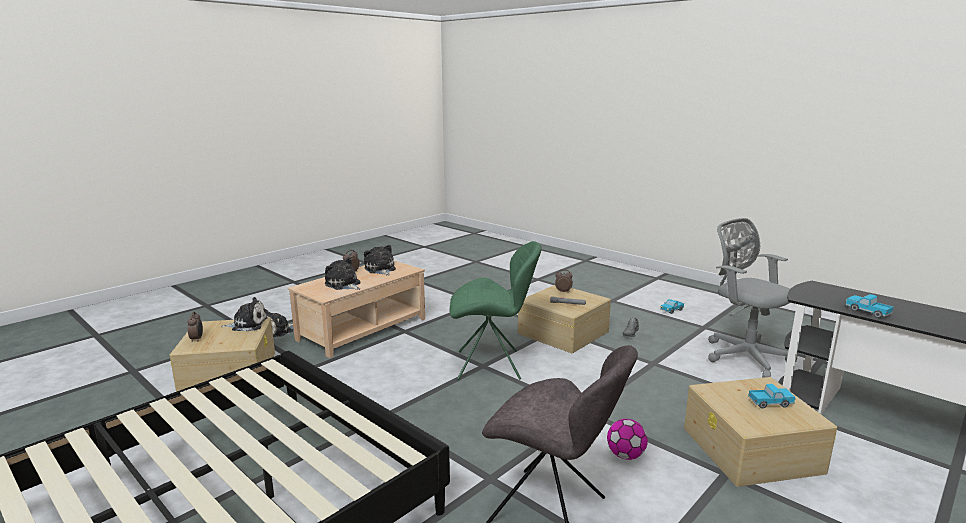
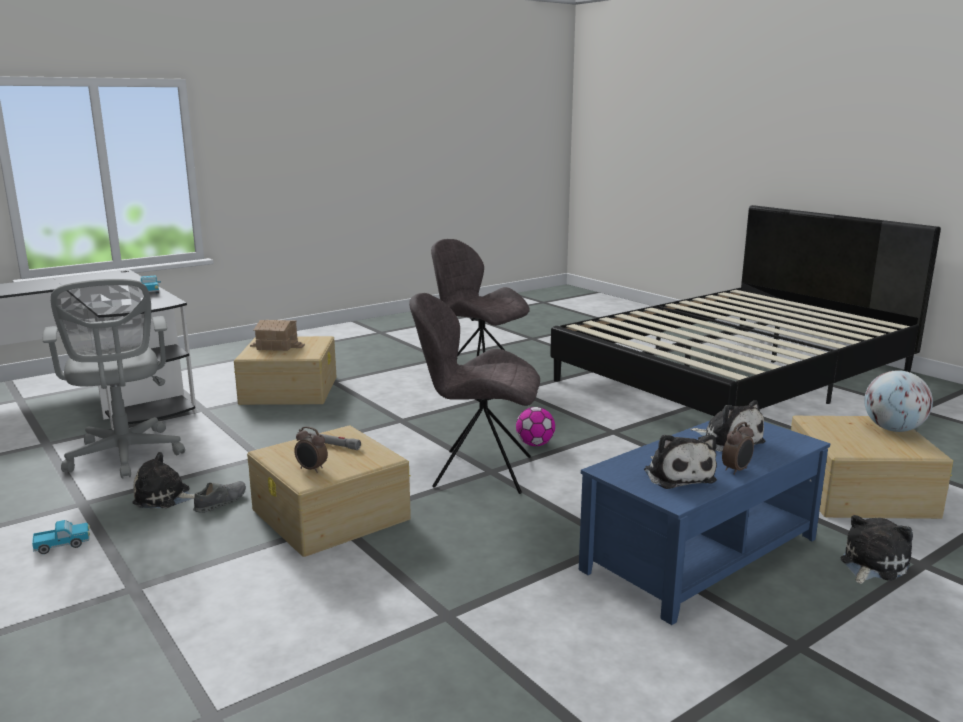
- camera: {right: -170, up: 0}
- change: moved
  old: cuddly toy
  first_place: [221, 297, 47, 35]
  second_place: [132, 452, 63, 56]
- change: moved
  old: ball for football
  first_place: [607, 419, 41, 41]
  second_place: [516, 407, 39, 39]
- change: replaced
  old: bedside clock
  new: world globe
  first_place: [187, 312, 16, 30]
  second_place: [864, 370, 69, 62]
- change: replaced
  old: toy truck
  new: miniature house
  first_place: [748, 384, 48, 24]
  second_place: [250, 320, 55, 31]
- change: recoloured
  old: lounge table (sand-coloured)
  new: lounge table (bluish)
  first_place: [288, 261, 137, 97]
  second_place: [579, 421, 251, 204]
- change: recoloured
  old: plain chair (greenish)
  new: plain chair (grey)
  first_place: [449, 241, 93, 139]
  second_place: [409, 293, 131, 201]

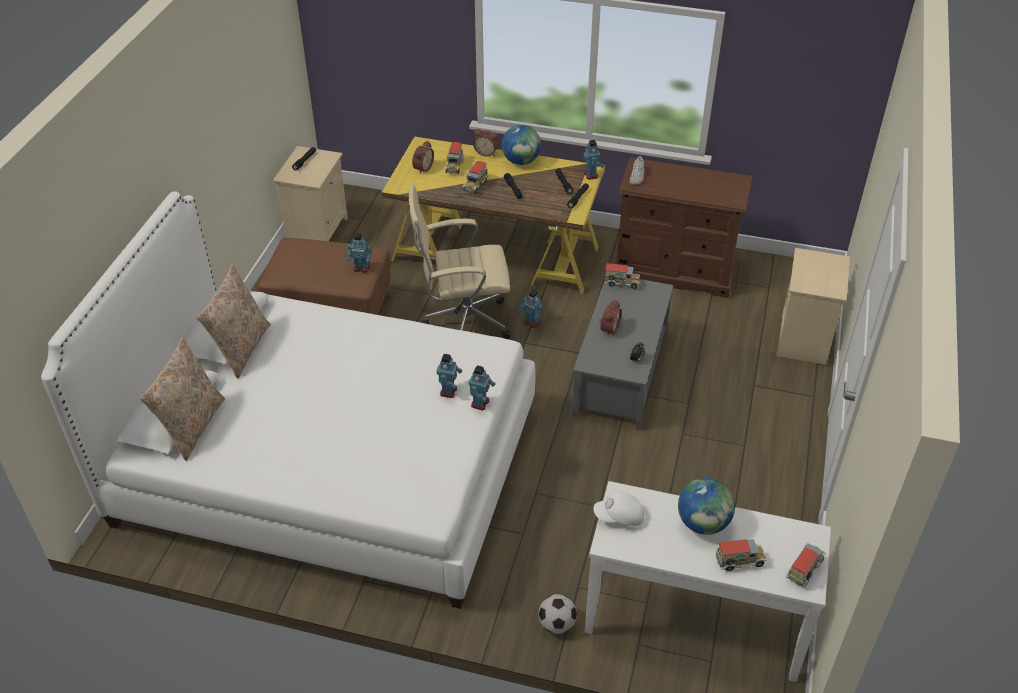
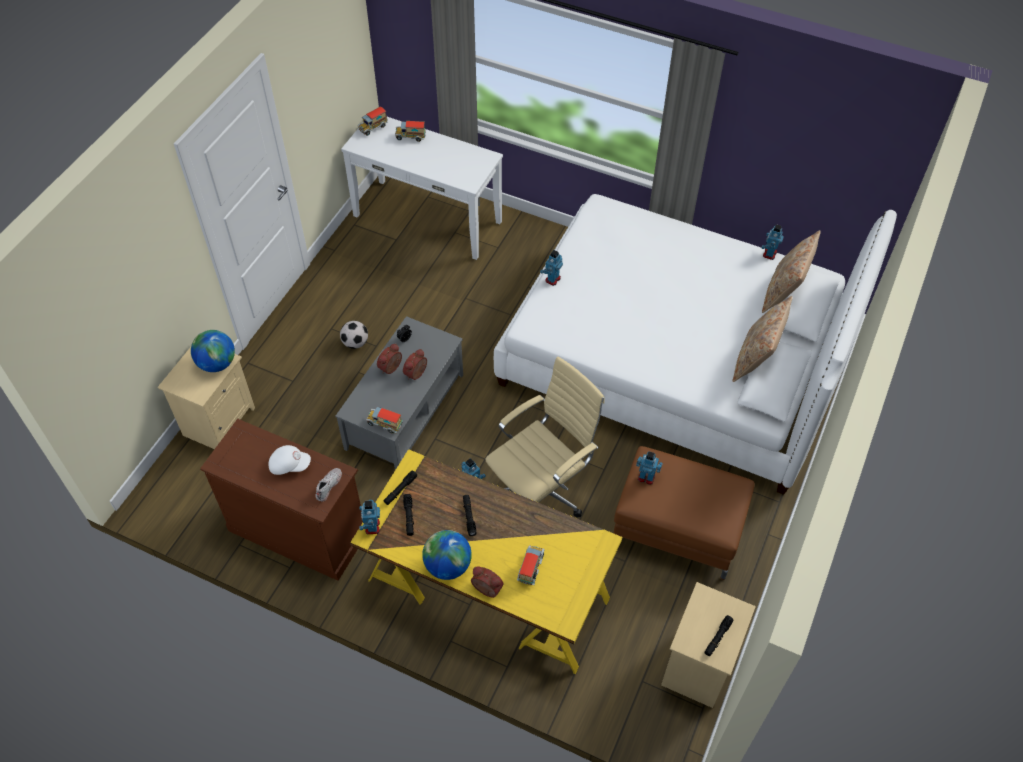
- camera: {right: -170, up: 10}
- change: removed
  old: toy truck
  first_place: [463, 161, 26, 33]
- change: moved
  old: bedside clock
  first_place: [412, 141, 22, 33]
  second_place: [377, 344, 25, 30]
- change: moved
  old: model robot
  first_place: [436, 354, 26, 44]
  second_place: [761, 224, 23, 36]
- change: moved
  old: ball for football
  first_place: [538, 594, 39, 40]
  second_place: [340, 321, 28, 28]
- change: moved
  old: baseball cap (whitish)
  first_place: [593, 492, 51, 34]
  second_place: [269, 445, 42, 30]
- change: moved
  old: world globe
  first_place: [678, 478, 57, 57]
  second_place: [191, 330, 44, 42]
- change: turned
  old: computer chair (sand-coloured)
  first_place: [409, 183, 102, 156]
  second_place: [485, 357, 120, 160]
  degrees: -45

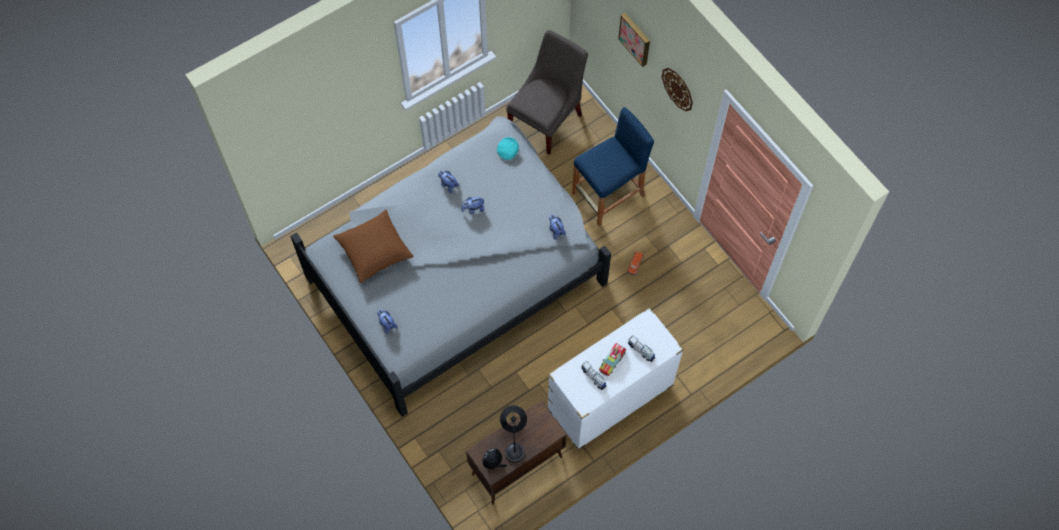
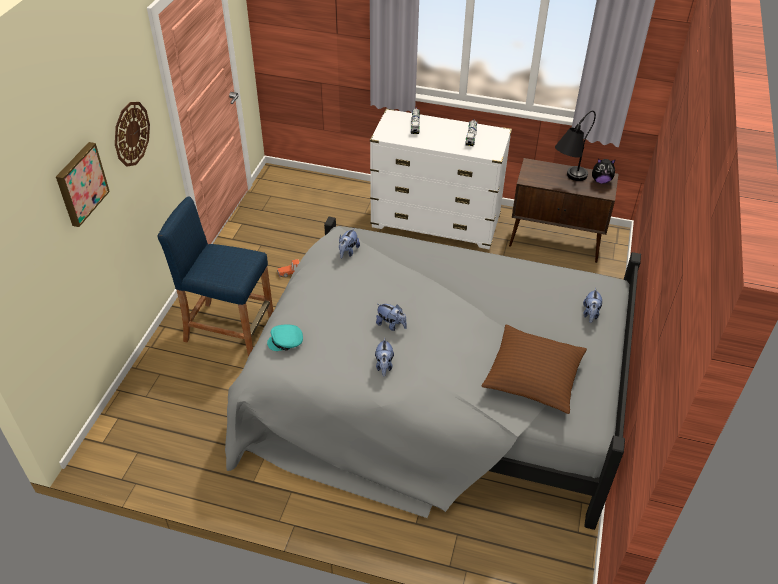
- camera: {right: -130, up: -20}
- change: removed
  old: plain chair (grey)
  first_place: [506, 30, 82, 125]
- change: removed
  old: toy truck
  first_place: [599, 343, 27, 34]

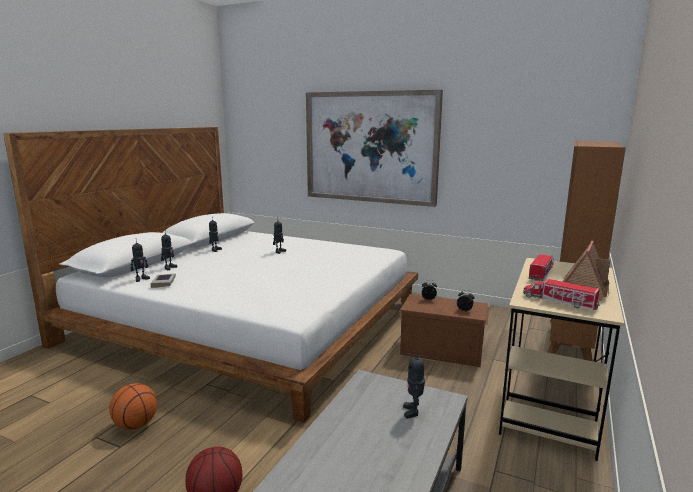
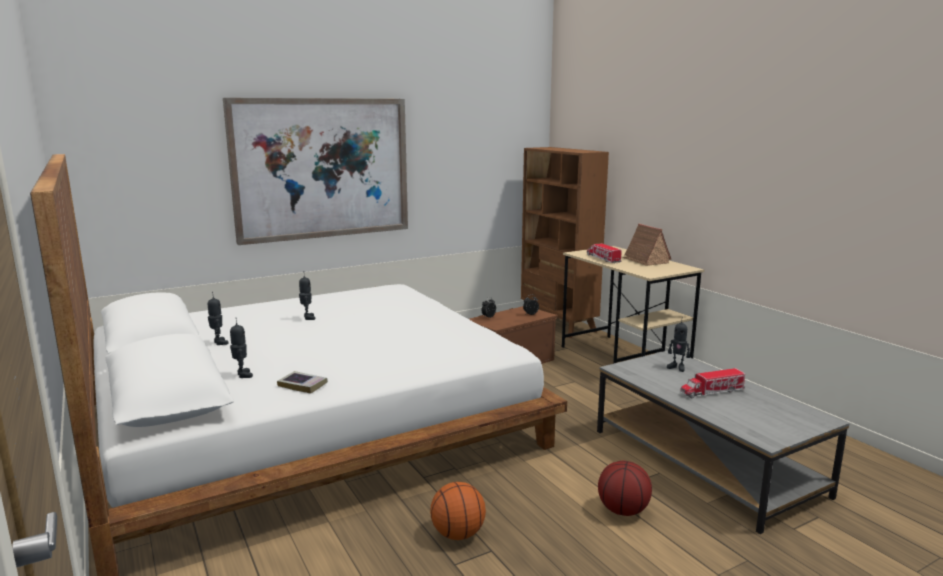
- camera: {right: -55, up: 0}
- change: removed
  old: model robot
  first_place: [131, 238, 19, 44]
- change: moved
  old: toy truck
  first_place: [523, 278, 77, 32]
  second_place: [680, 368, 65, 30]

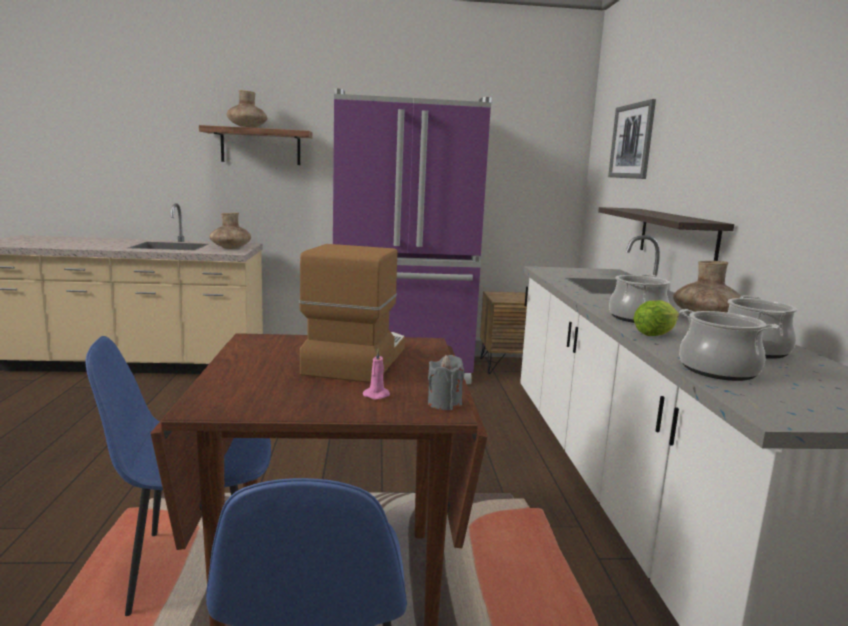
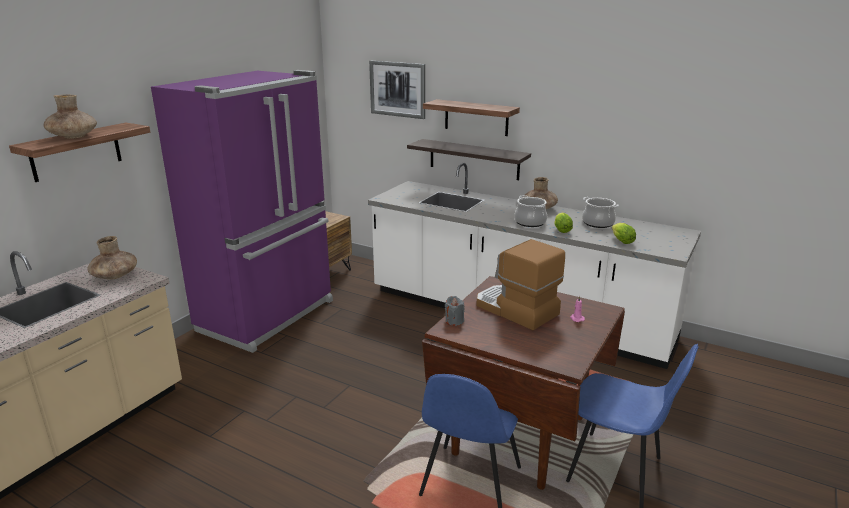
- camera: {right: -55, up: 10}
- change: added
  new: wall shelf
  second_place: [423, 99, 97, 37]
- change: moved
  old: candle (grey)
  first_place: [428, 355, 36, 55]
  second_place: [445, 296, 20, 30]
- change: replaced
  old: saucepot
  new: lettuce
  first_place: [679, 309, 100, 72]
  second_place: [612, 223, 24, 21]

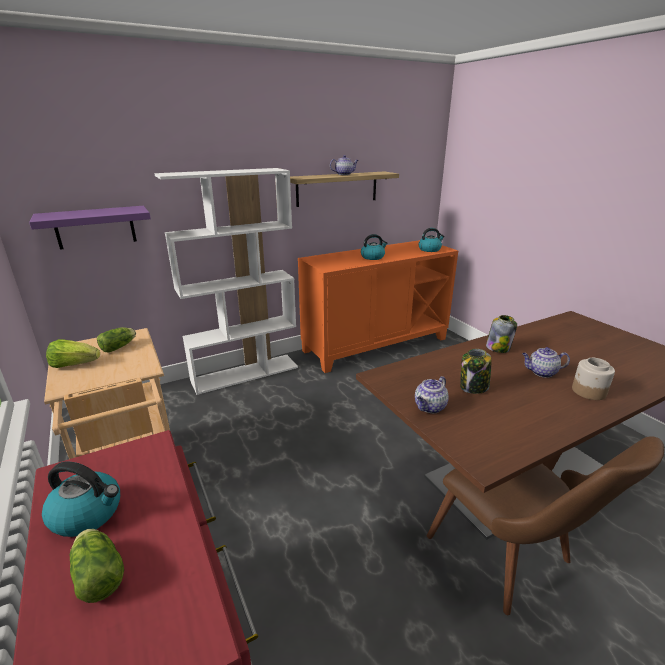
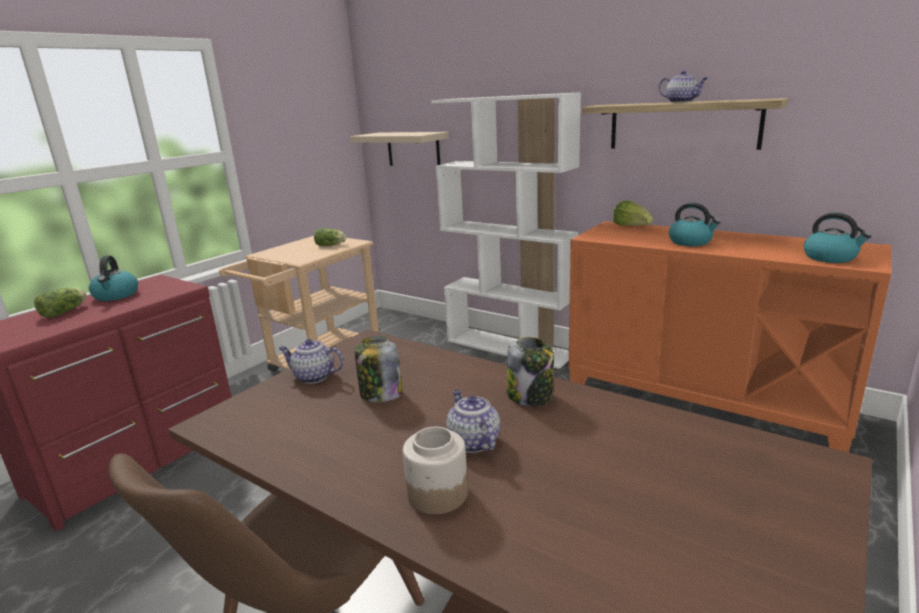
- camera: {right: 65, up: -5}
- change: moved
  old: lettuce
  first_place: [46, 339, 54, 29]
  second_place: [613, 201, 40, 25]
- change: recoloured
  old: wall shelf (purplish)
  new: wall shelf (sand-coloured)
  first_place: [29, 206, 122, 44]
  second_place: [350, 132, 99, 34]

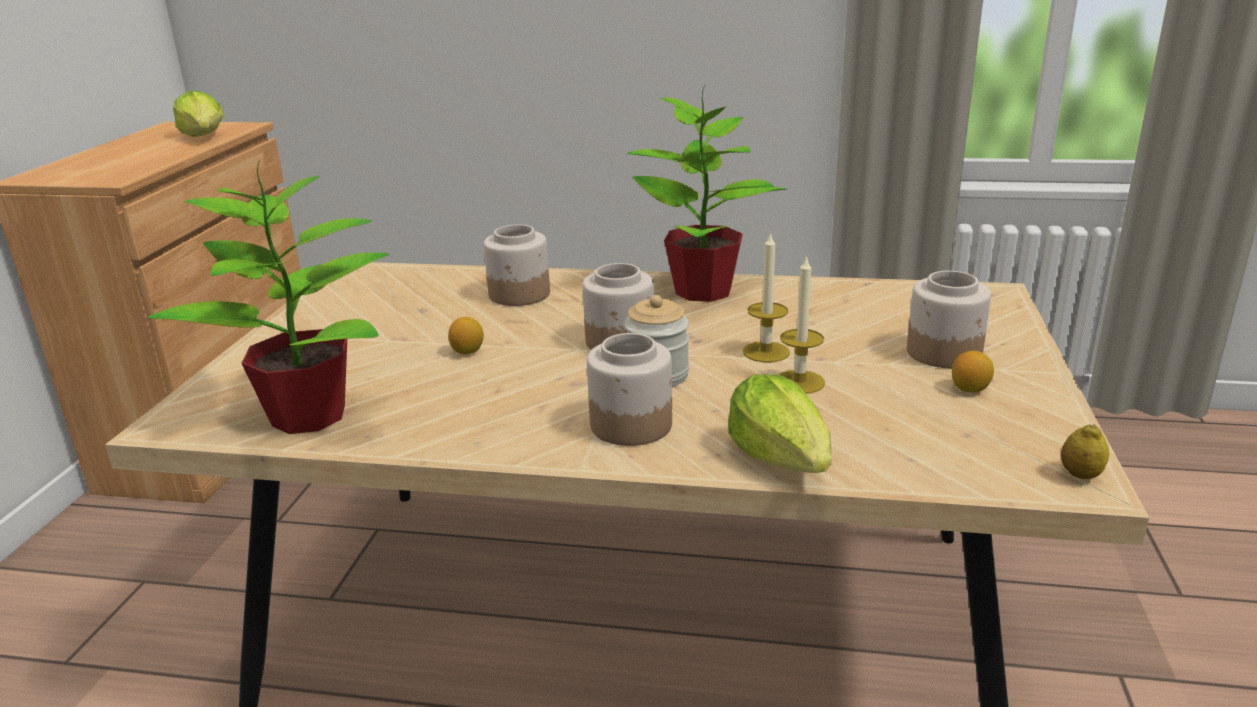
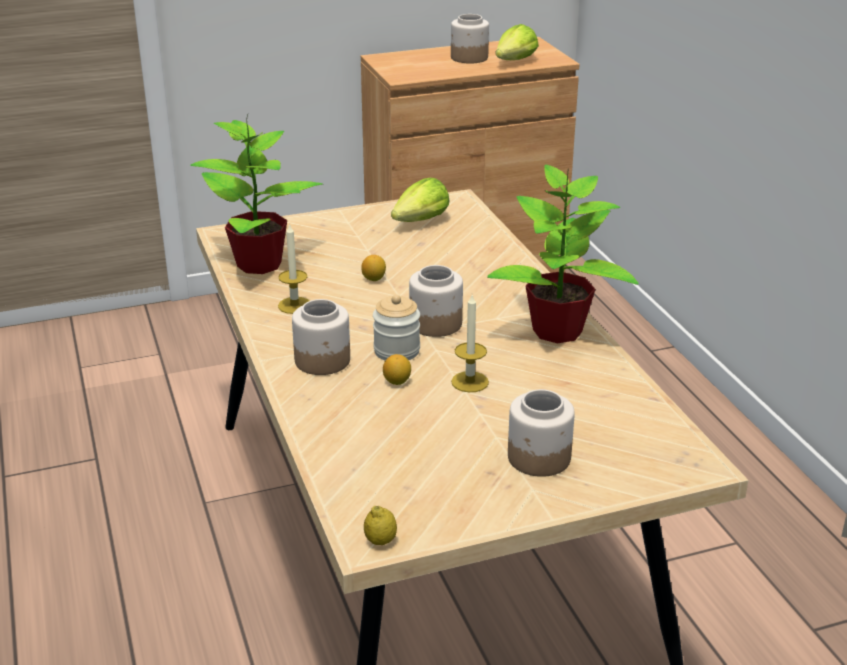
- camera: {right: 60, up: 5}
- change: moved
  old: storage jar
  first_place: [484, 225, 66, 81]
  second_place: [451, 14, 38, 50]
- change: moved
  old: lettuce
  first_place: [728, 374, 104, 99]
  second_place: [391, 178, 59, 44]
- change: moved
  old: candle
  first_place: [779, 255, 46, 139]
  second_place: [278, 223, 31, 91]
- change: moved
  old: citrus fruit
  first_place: [952, 351, 42, 42]
  second_place: [383, 354, 28, 31]

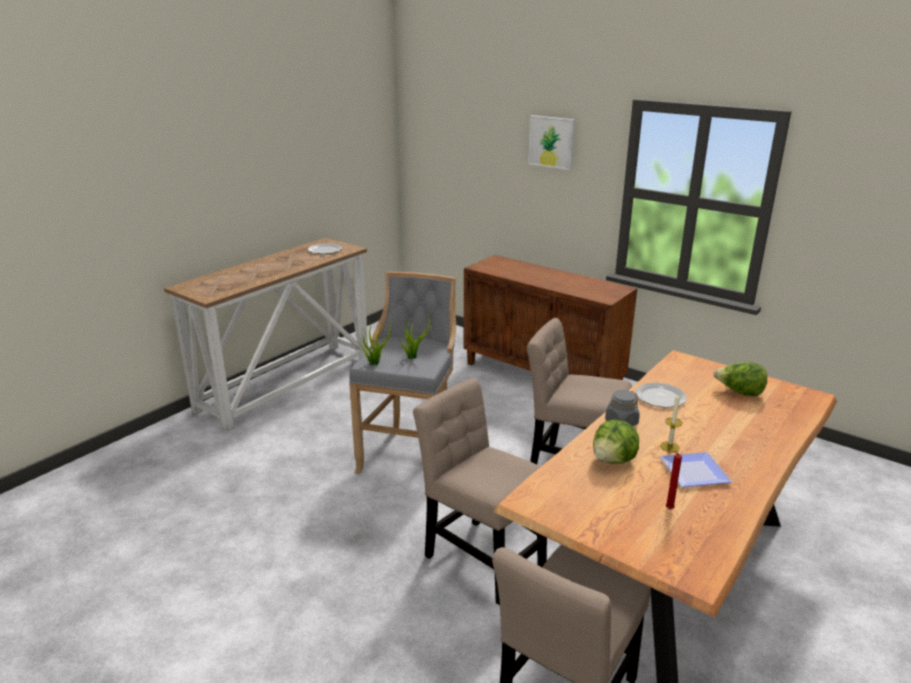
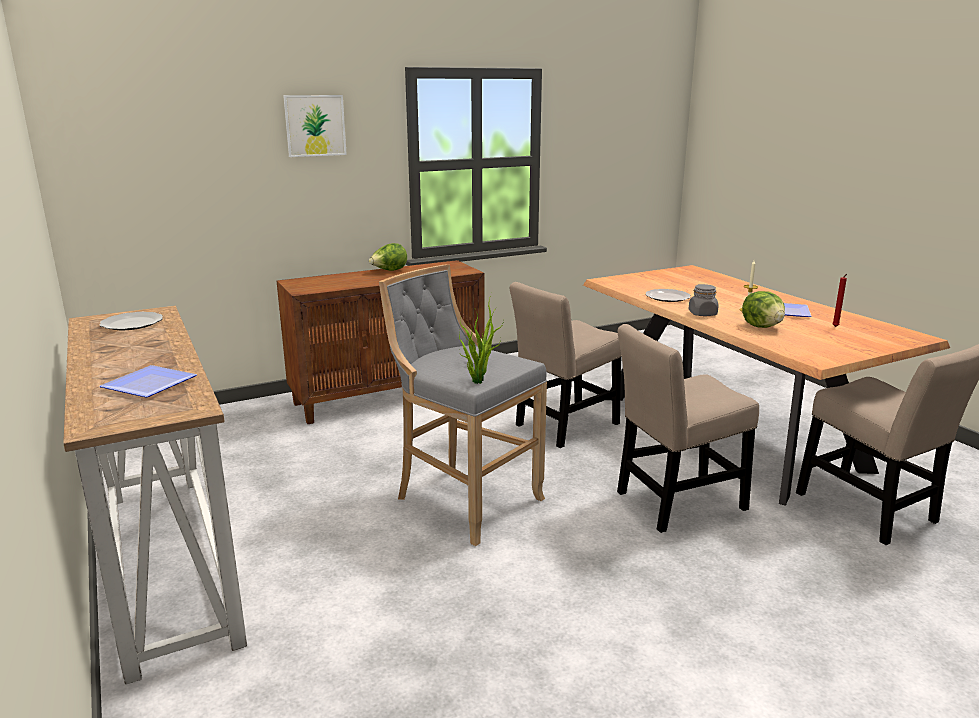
- camera: {right: -65, up: -5}
- change: added
  new: plate
  second_place: [99, 365, 98, 33]
- change: moved
  old: lettuce
  first_place: [713, 362, 54, 34]
  second_place: [369, 243, 38, 28]

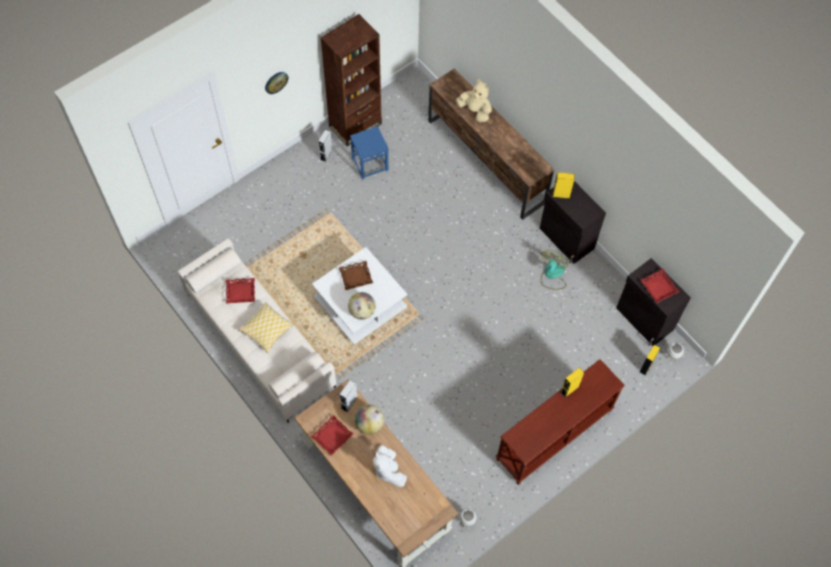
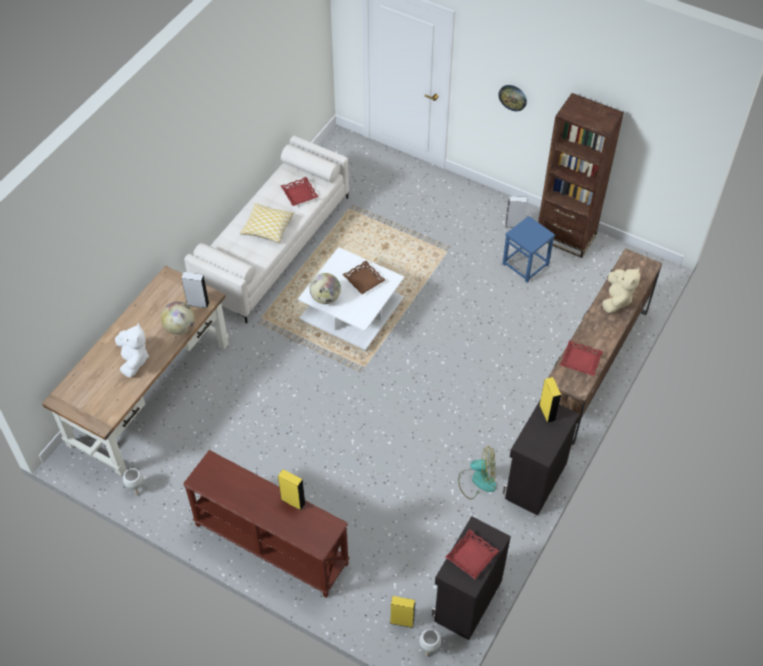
- camera: {right: 70, up: -10}
- change: moved
  old: carrying tray (red)
  first_place: [311, 415, 42, 41]
  second_place: [560, 341, 43, 35]
- change: turned
  old: cuddly toy (whitish)
  first_place: [373, 445, 34, 42]
  second_place: [115, 323, 34, 54]
  degrees: 120

